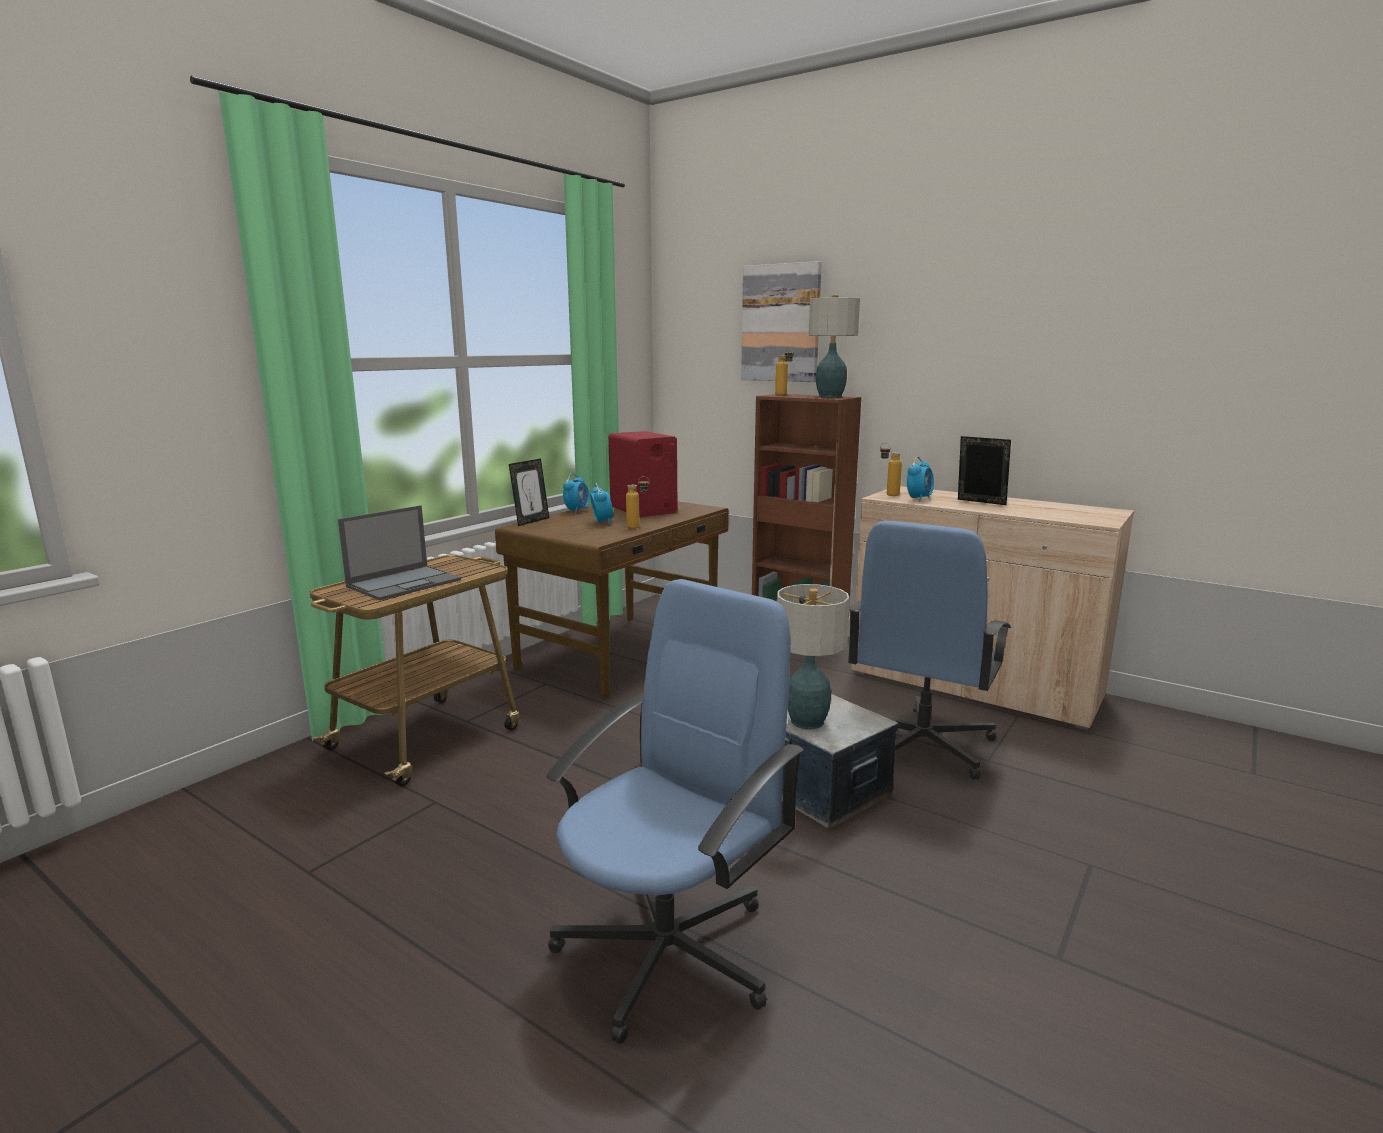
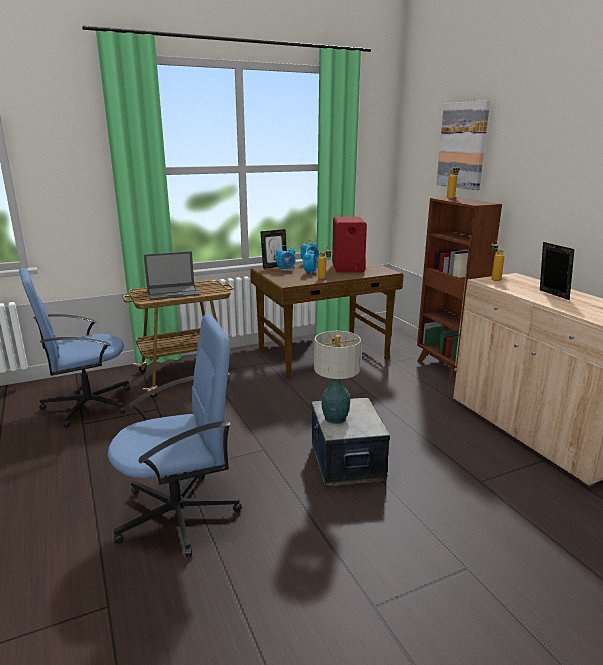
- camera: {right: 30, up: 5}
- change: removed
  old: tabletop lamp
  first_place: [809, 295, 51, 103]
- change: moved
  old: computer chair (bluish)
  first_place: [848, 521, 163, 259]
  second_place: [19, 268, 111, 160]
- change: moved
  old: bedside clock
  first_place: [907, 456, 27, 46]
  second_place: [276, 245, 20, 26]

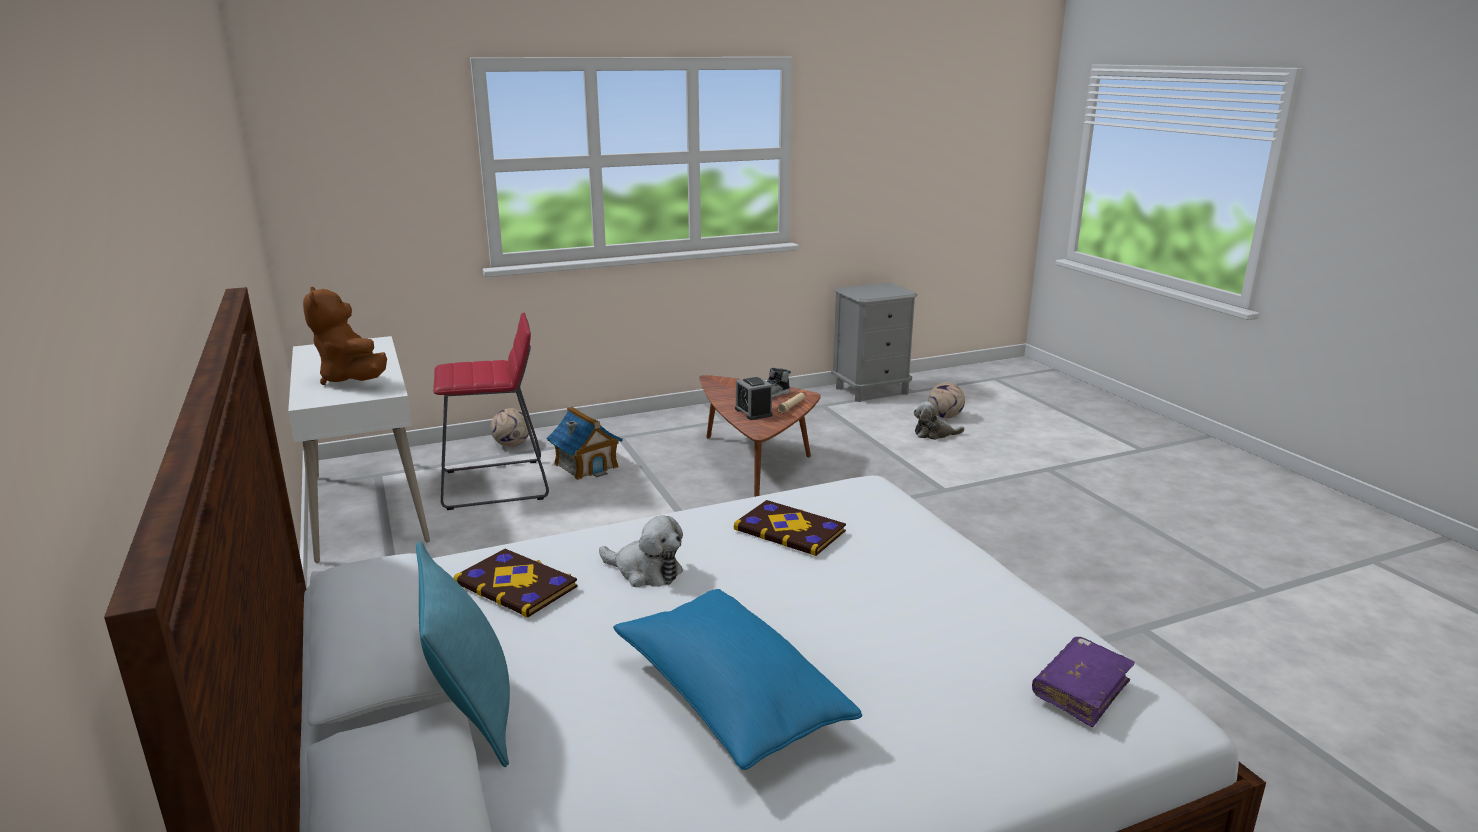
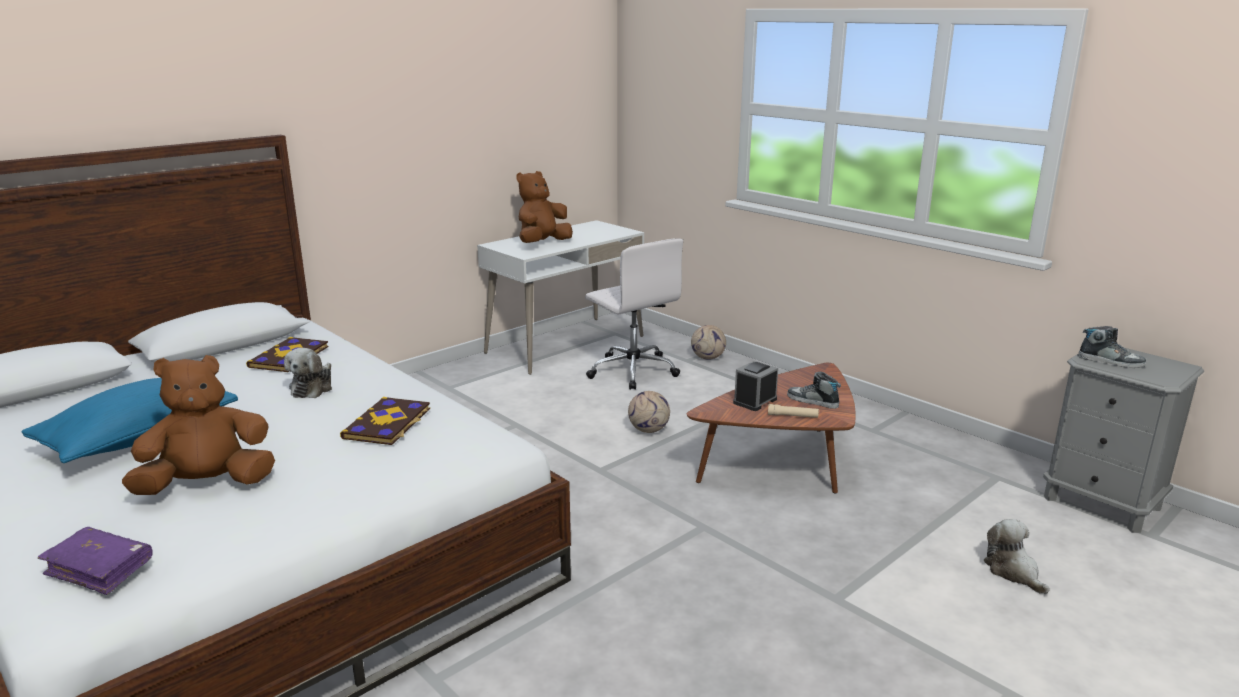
- camera: {right: 70, up: 0}
- change: removed
  old: pillow (turquoise)
  first_place: [416, 541, 94, 226]
- change: removed
  old: miniature house
  first_place: [546, 407, 77, 73]
- change: added
  new: cuddly toy (brown-coloured)
  second_place: [122, 355, 153, 140]
- change: added
  new: low shoe
  second_place: [1079, 326, 67, 42]
- change: moved
  old: ball for football
  first_place: [928, 383, 37, 35]
  second_place: [628, 391, 42, 42]
- change: replaced
  old: sitting stool (red)
  new: computer chair (whitish)
  first_place: [433, 313, 116, 197]
  second_place: [585, 238, 98, 152]

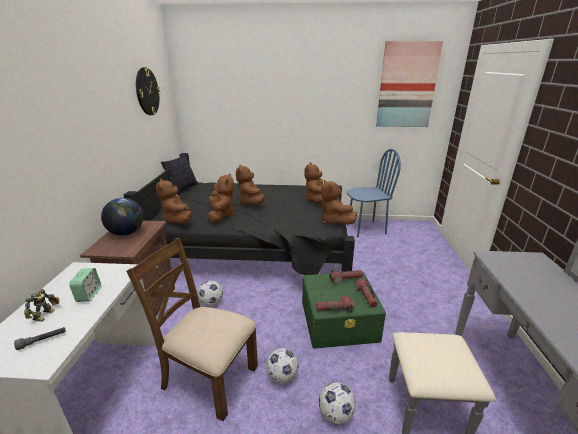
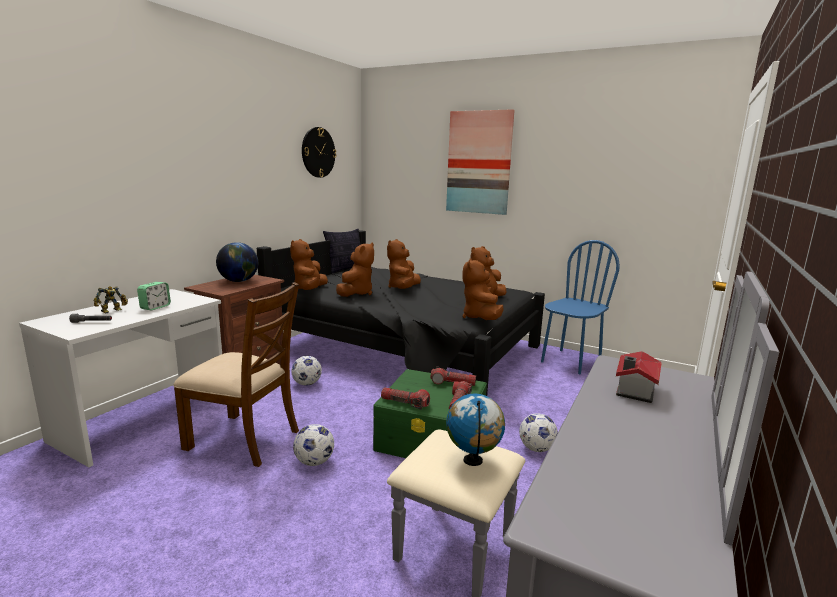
- camera: {right: 25, up: -10}
- change: added
  new: world globe
  second_place: [446, 394, 59, 72]
- change: added
  new: miniature house
  second_place: [616, 351, 45, 52]
- change: moved
  old: ball for football
  first_place: [319, 382, 37, 42]
  second_place: [519, 413, 39, 39]
- change: moved
  old: wall picture
  first_place: [376, 41, 67, 86]
  second_place: [446, 109, 69, 106]
- change: turned
  old: plain chair (brown-coloured)
  first_place: [127, 238, 131, 183]
  second_place: [173, 282, 126, 185]
  degrees: 150
- change: turned
  old: plain chair (bluish)
  first_place: [347, 149, 54, 88]
  second_place: [541, 240, 79, 134]
  degrees: -60

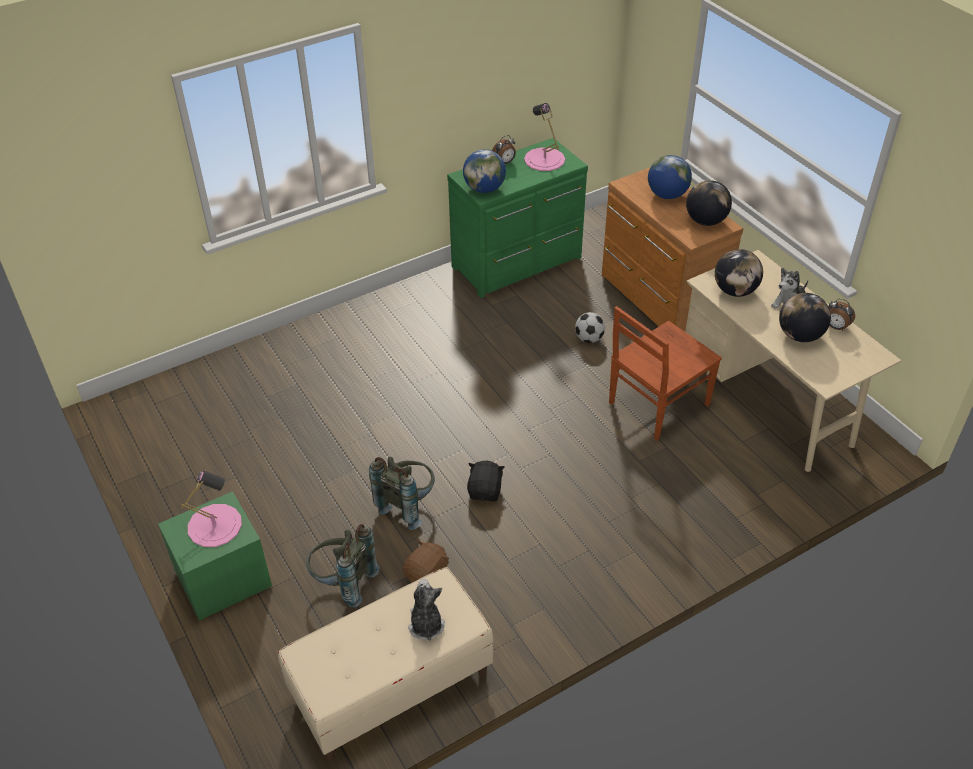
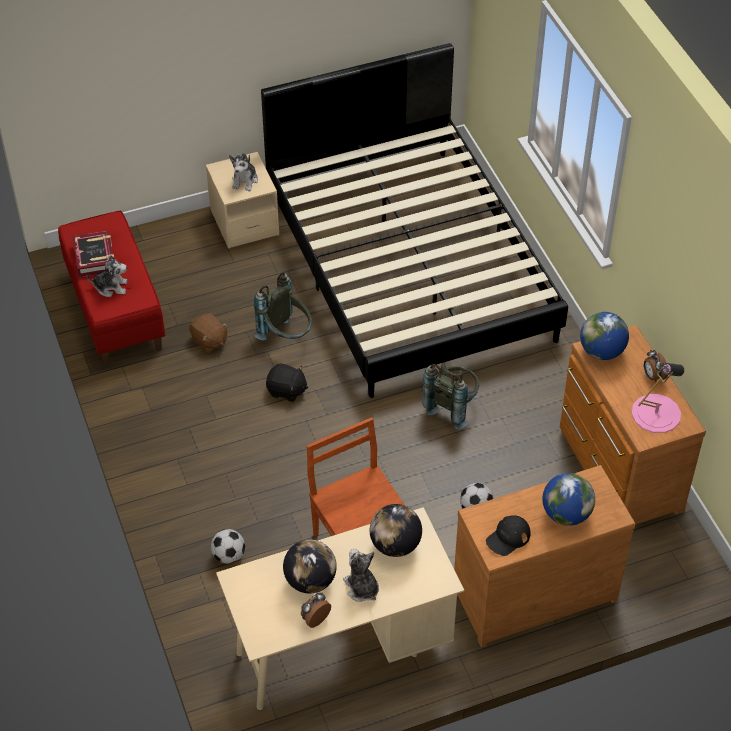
- camera: {right: 100, up: 5}
- change: added
  new: book
  second_place: [72, 231, 43, 46]
- change: added
  new: ball for football
  second_place: [211, 529, 34, 35]
- change: added
  new: bed (black-coloured)
  second_place: [261, 43, 307, 355]
- change: moved
  old: backpack (grey)
  first_place: [306, 524, 73, 84]
  second_place: [422, 364, 58, 66]
- change: replaced
  old: tabletop lamp (pink-coloured)
  new: cuddly toy
  first_place: [181, 471, 61, 76]
  second_place: [229, 153, 29, 38]
- change: replaced
  old: world globe
  new: baseball cap (black-coloured)
  first_place: [686, 180, 46, 46]
  second_place: [486, 515, 45, 41]
- change: recoloured
  old: bedside table (greenish)
  new: bedside table (sand-coloured)
  first_place: [158, 491, 114, 130]
  second_place: [206, 152, 73, 97]
- change: recoloured
  old: long seat (sand-coloured)
  new: long seat (red)
  first_place: [278, 567, 215, 194]
  second_place: [58, 211, 107, 154]
- change: recoloured
  old: drawer chest (greenish)
  new: drawer chest (brown-coloured)
  first_place: [447, 138, 141, 160]
  second_place: [560, 325, 146, 200]

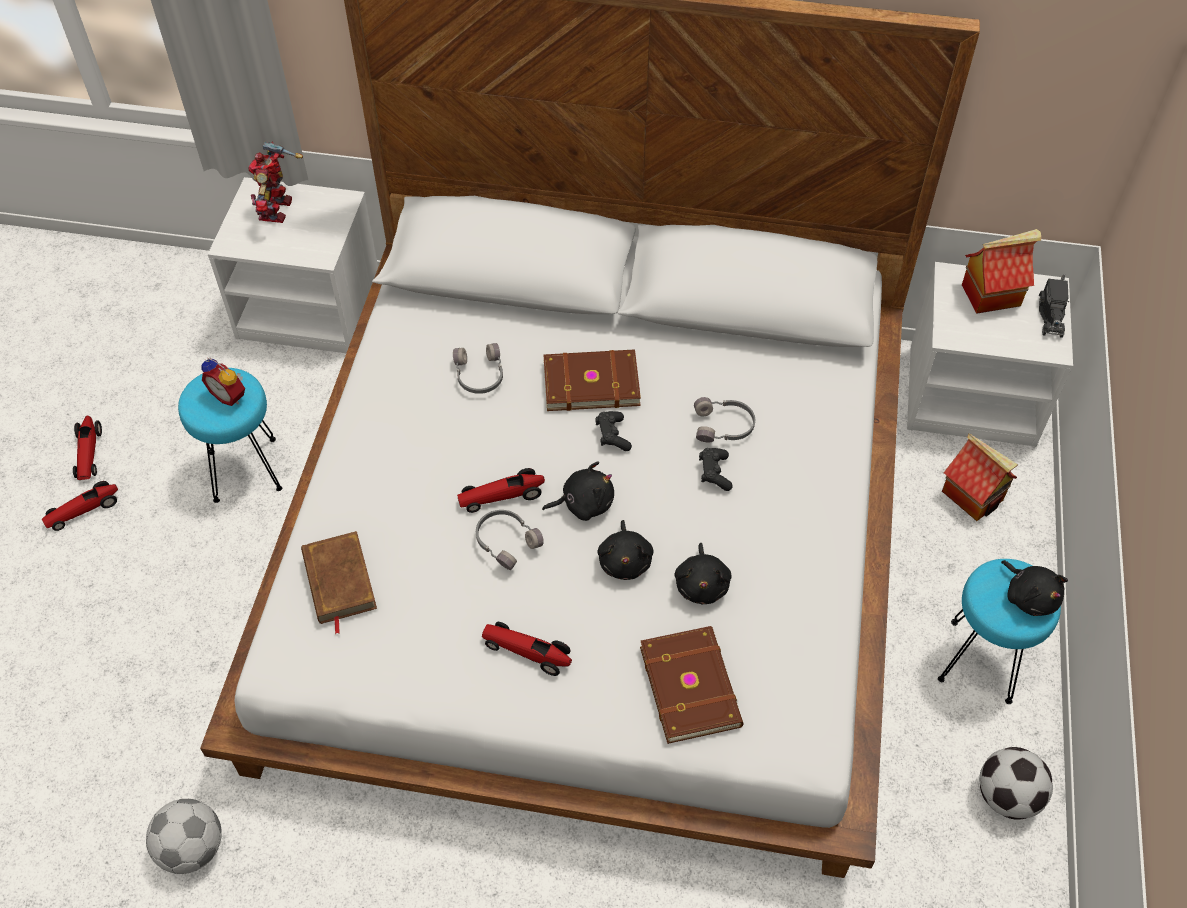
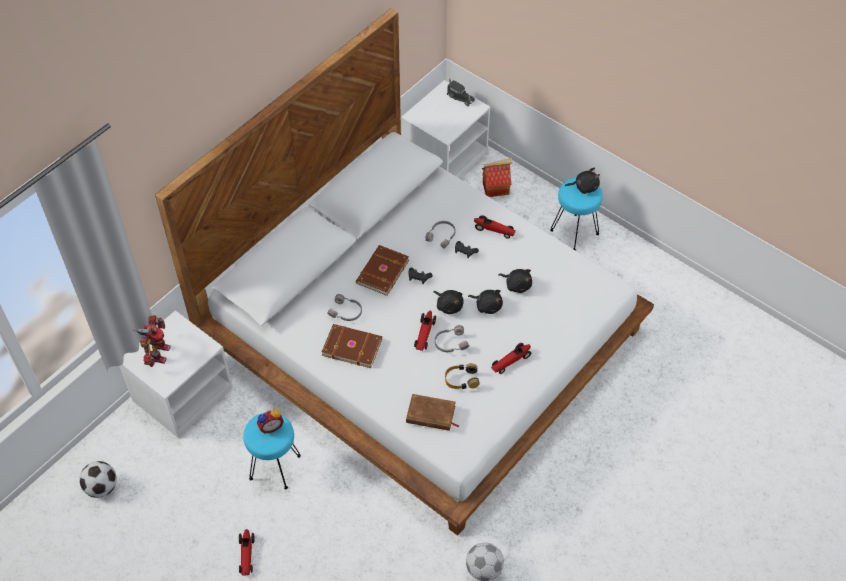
- camera: {right: -60, up: 0}
- change: removed
  old: miniature house
  first_place: [962, 229, 79, 85]
- change: added
  new: pair of headphones
  second_place: [445, 363, 35, 26]
- change: moved
  old: miniature car
  first_place: [73, 416, 29, 64]
  second_place: [474, 215, 42, 24]
- change: moved
  old: book (brown-coloured)
  first_place: [640, 626, 104, 118]
  second_place: [322, 324, 60, 44]
- change: moved
  old: ball for football
  first_place: [979, 747, 74, 73]
  second_place: [79, 461, 38, 37]
- change: turned
  old: model robot
  first_place: [248, 142, 55, 81]
  second_place: [133, 315, 38, 52]
  degrees: -120
- change: turned
  old: cuddly toy (black-coloured)
  first_place: [542, 461, 72, 60]
  second_place: [434, 290, 30, 24]
  degrees: 120

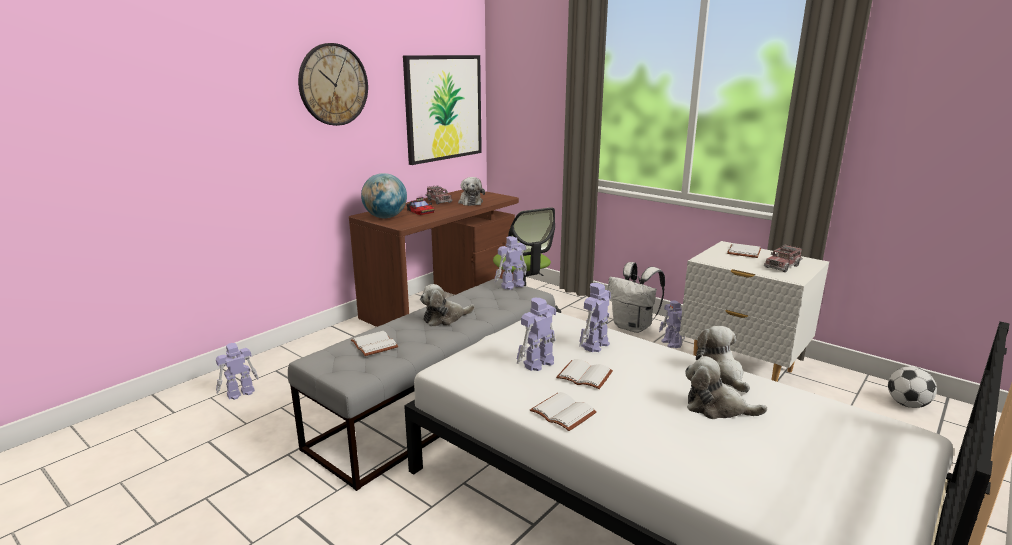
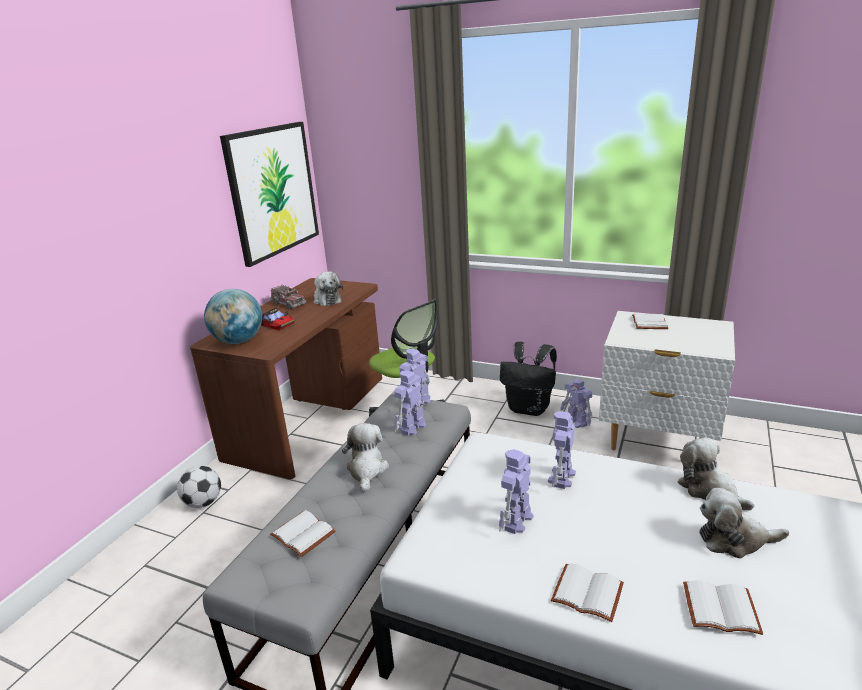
- camera: {right: -15, up: 5}
- change: removed
  old: hanging clock
  first_place: [298, 43, 70, 83]
- change: removed
  old: toy truck
  first_place: [764, 244, 39, 28]
- change: moved
  old: model robot
  first_place: [216, 343, 42, 57]
  second_place: [394, 370, 32, 66]
- change: moved
  old: book (whitish)
  first_place: [556, 359, 57, 30]
  second_place: [683, 580, 80, 55]
- change: moved
  old: ball for football
  first_place: [888, 367, 49, 41]
  second_place: [177, 466, 44, 42]
- change: recoloured
  old: backpack (whitish)
  new: backpack (black-coloured)
  first_place: [607, 262, 58, 71]
  second_place: [500, 342, 57, 74]
- change: turned
  old: cuddly toy
  first_place: [420, 284, 55, 43]
  second_place: [342, 423, 47, 70]
  degrees: 135

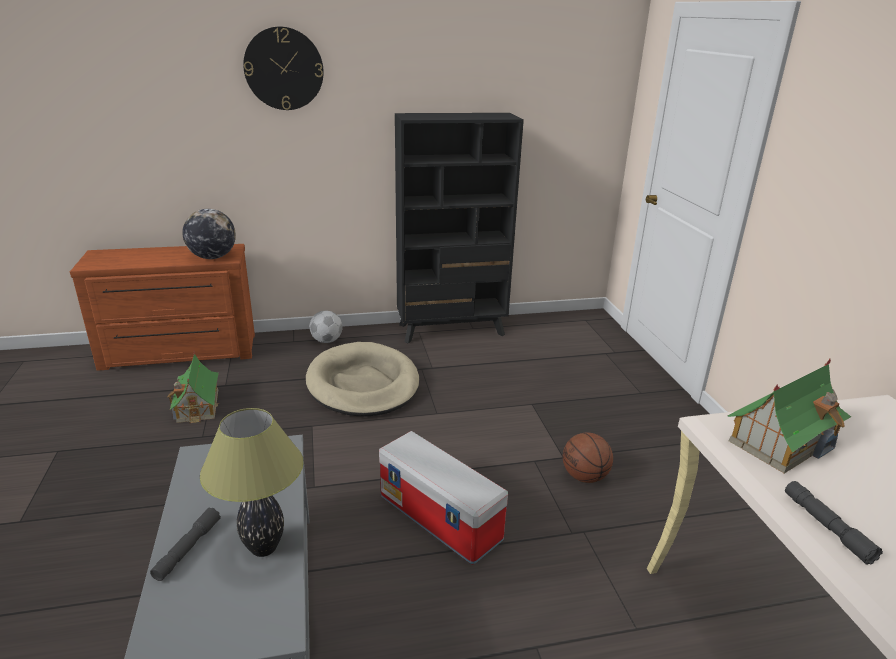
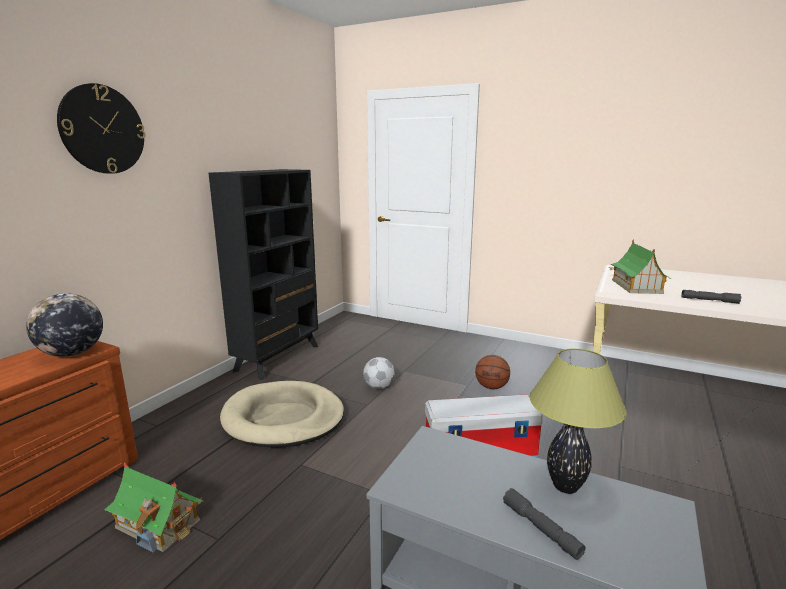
- camera: {right: -50, up: -10}
- change: moved
  old: ball for football
  first_place: [309, 311, 34, 32]
  second_place: [363, 357, 32, 32]

